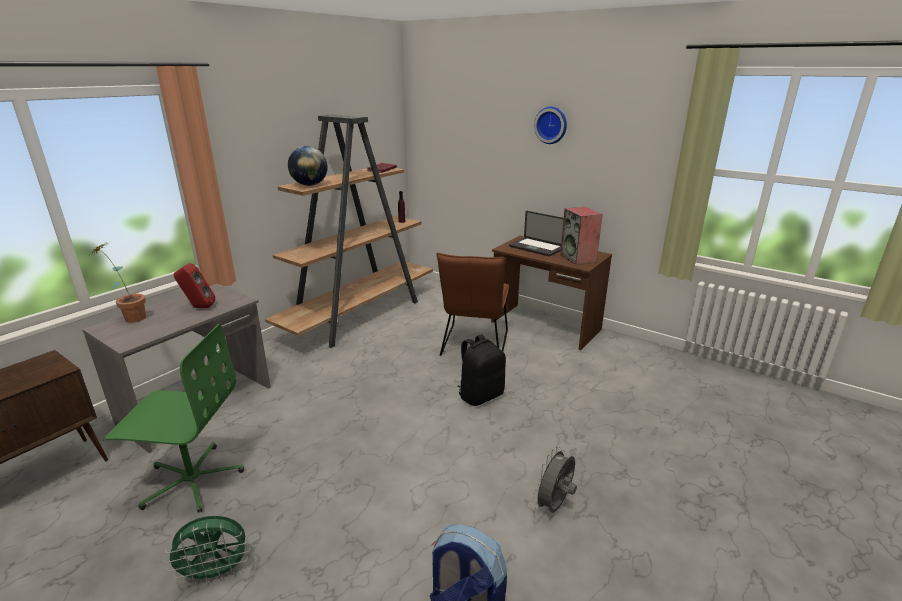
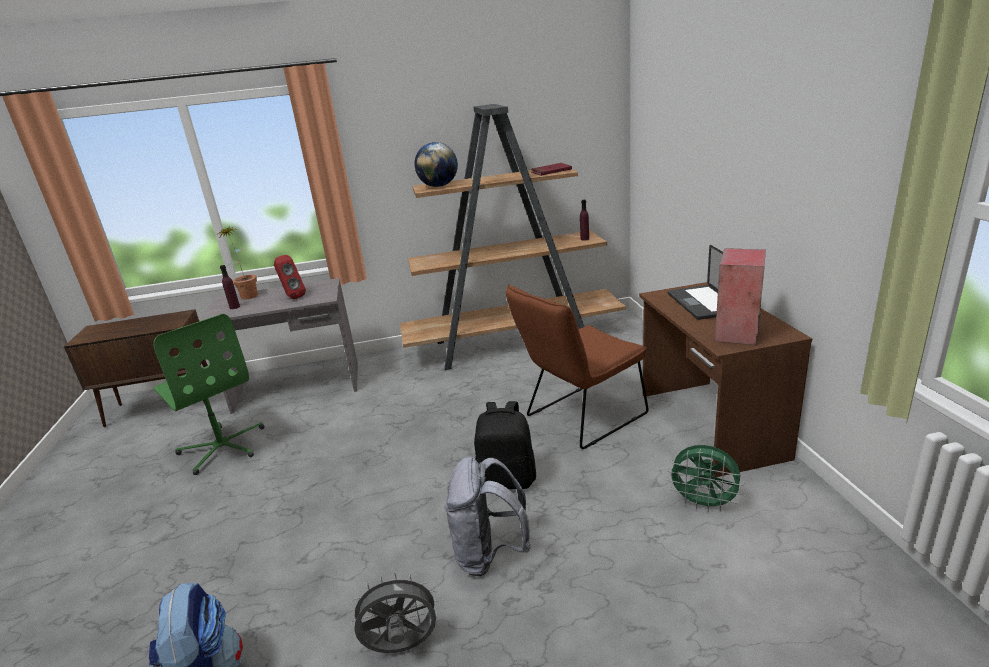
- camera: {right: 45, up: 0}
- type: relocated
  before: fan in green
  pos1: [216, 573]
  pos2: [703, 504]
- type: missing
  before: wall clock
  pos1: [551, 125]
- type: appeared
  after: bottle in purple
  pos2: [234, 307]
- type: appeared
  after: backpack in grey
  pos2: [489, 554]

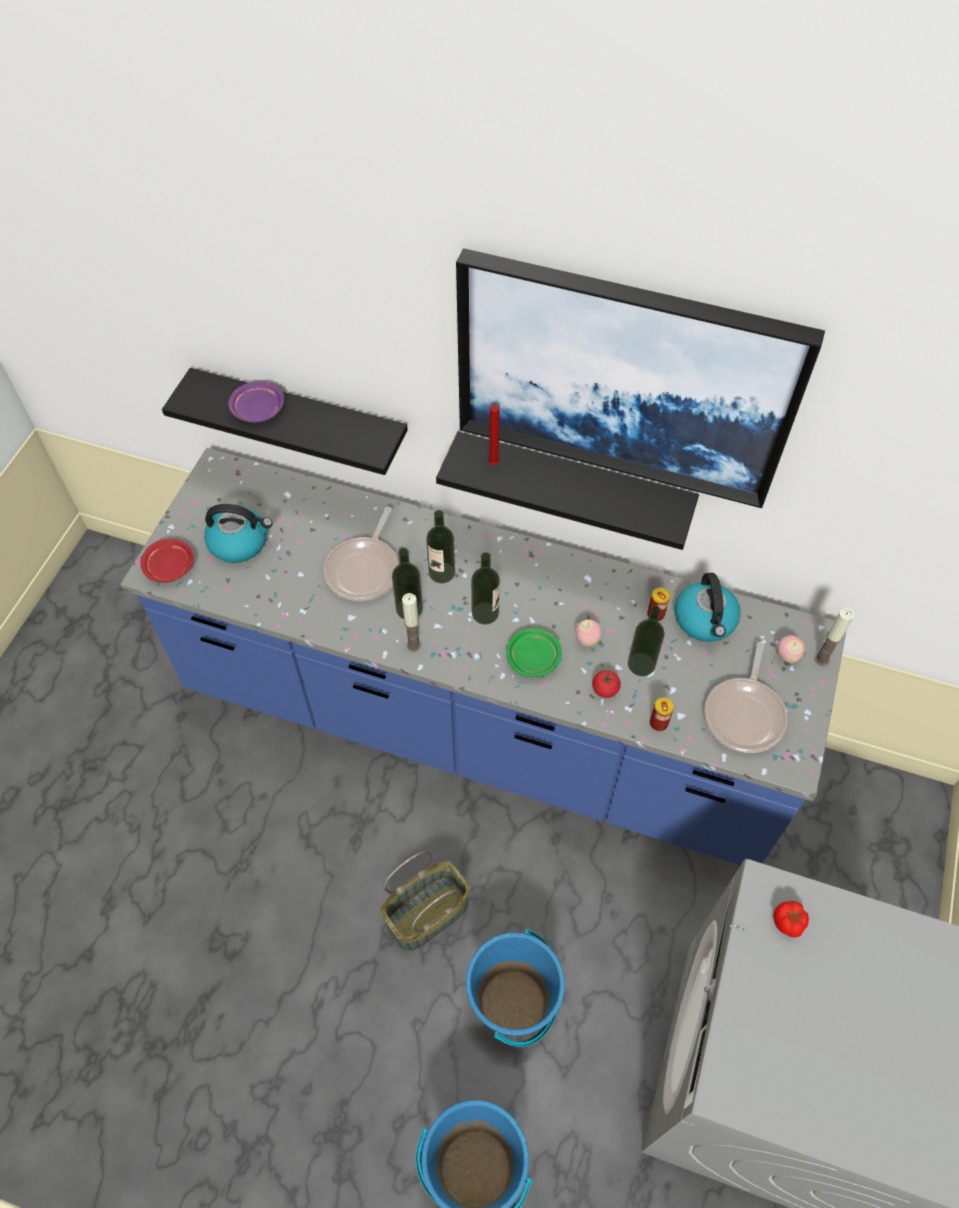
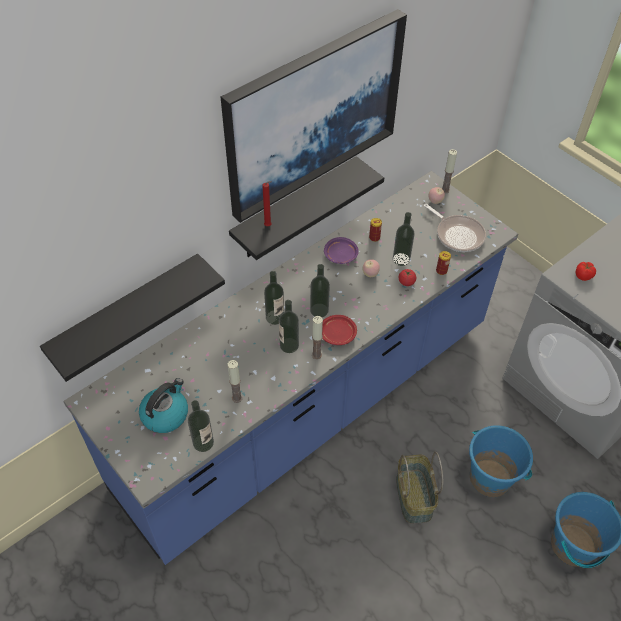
- camera: {right: -60, up: -5}
- type: relocated
  before: plate in red
  pos1: [170, 567]
  pos2: [338, 334]
- type: relocated
  before: plate in purple
  pos1: [257, 409]
  pos2: [340, 255]
- type: missing
  before: frying pan
  pos1: [365, 569]
- type: missing
  before: plate in green
  pos1: [533, 657]
- type: missing
  before: kettle
  pos1: [705, 620]
- type: appeared
  after: bottle
  pos2: [203, 442]
- type: appeared
  after: candle
  pos2: [237, 398]

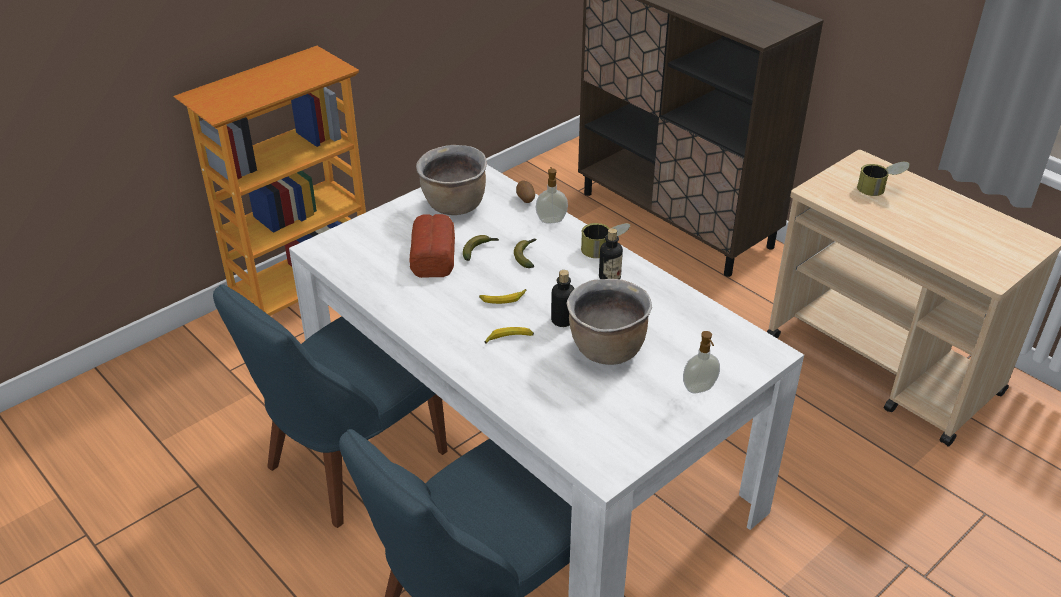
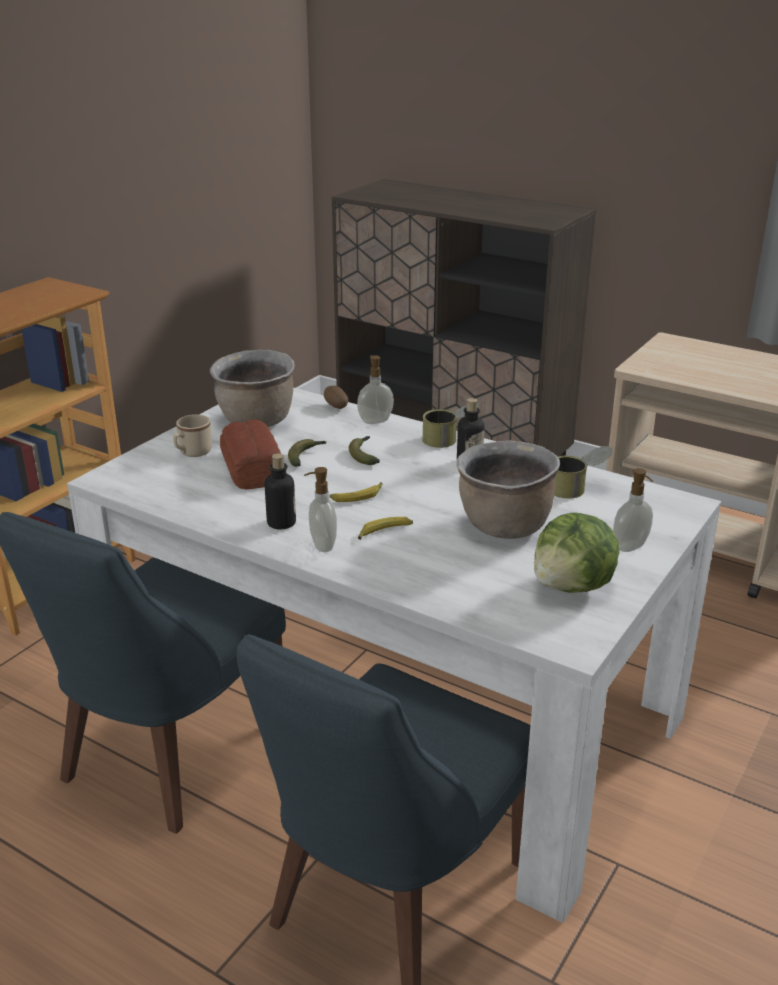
- camera: {right: -15, up: -10}
- type: relocated
  before: bottle
  pos1: [562, 320]
  pos2: [281, 523]
- type: relocated
  before: can
  pos1: [879, 189]
  pos2: [577, 489]
- type: appeared
  after: mug in beige
  pos2: [192, 453]
- type: appeared
  after: soap dispenser
  pos2: [322, 545]
- type: appeared
  after: lettuce
  pos2: [573, 586]

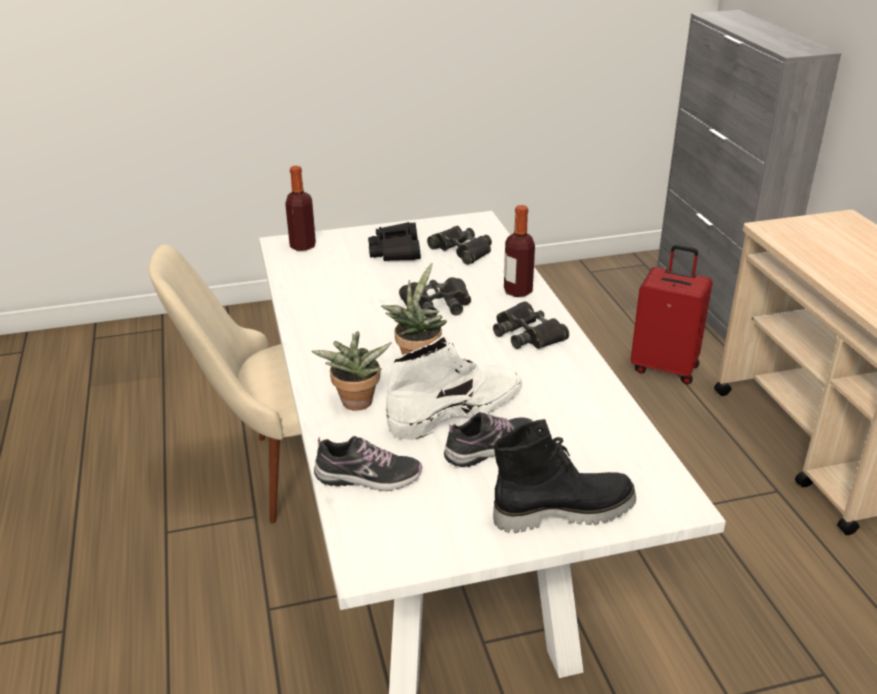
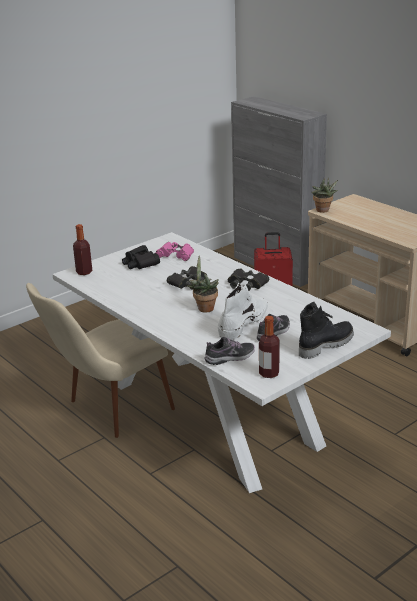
- camera: {right: -25, up: -5}
- type: relocated
  before: potted plant
  pos1: [356, 405]
  pos2: [323, 211]
- type: colour
  before: binoculars in black
  after: binoculars in pink
  pos1: [462, 250]
  pos2: [176, 255]
- type: relocated
  before: bottle
  pos1: [518, 291]
  pos2: [269, 373]

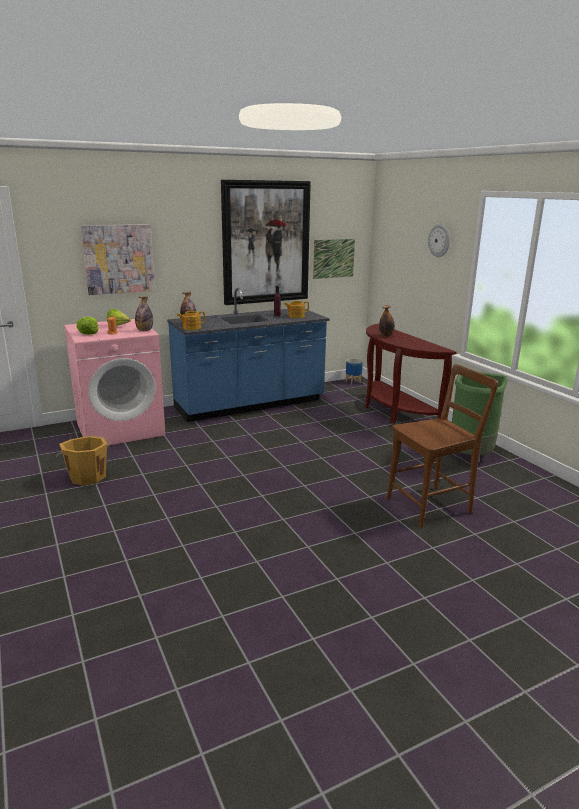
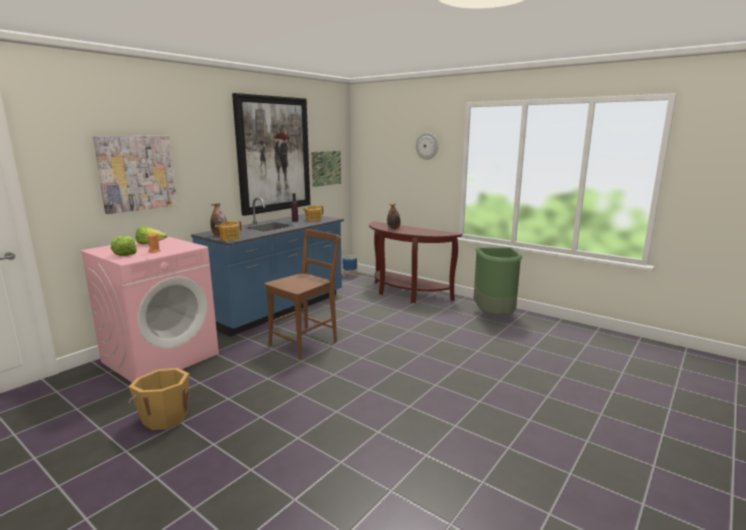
- camera: {right: -25, up: -5}
- type: missing
  before: bottle
  pos1: [144, 330]
- type: relocated
  before: chair in brown
  pos1: [432, 504]
  pos2: [306, 342]

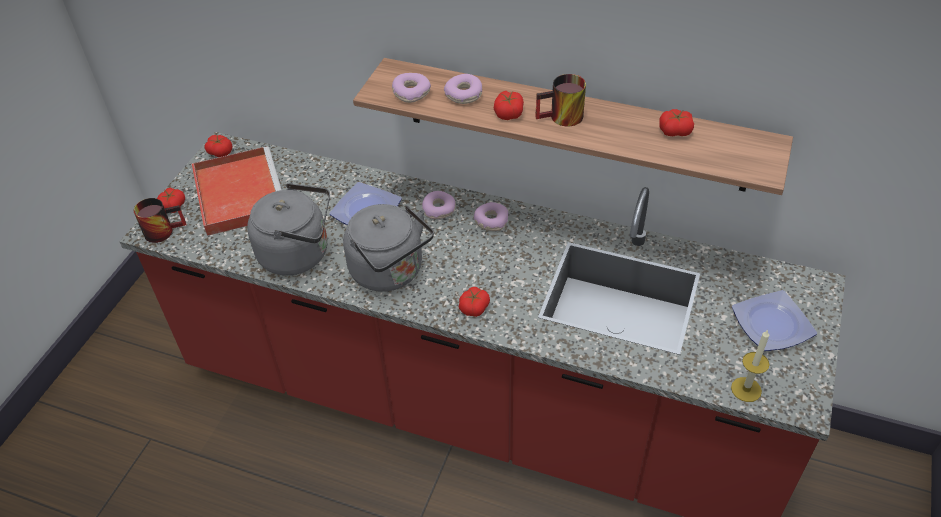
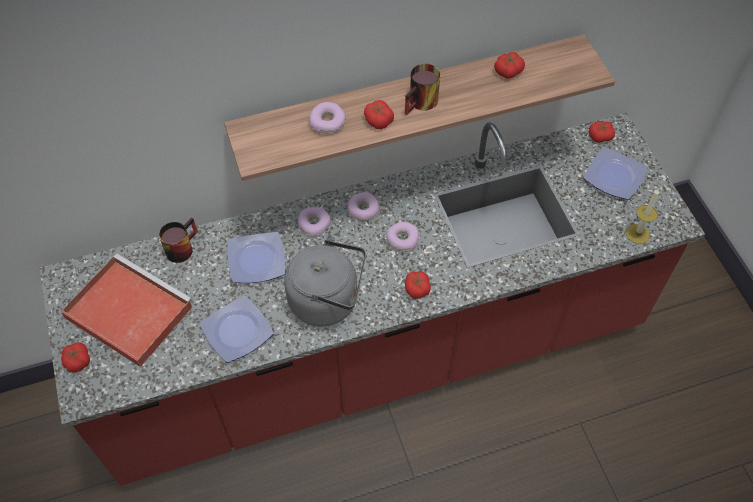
- camera: {right: -40, up: 10}
- type: relocated
  before: mug
  pos1: [163, 229]
  pos2: [180, 246]
- type: relocated
  before: tomato
  pos1: [220, 152]
  pos2: [600, 136]
- type: exchanged
  before: kettle in grey
  after: plate
  pos1: [299, 253]
  pos2: [239, 331]
- type: relocated
  before: donut
  pos1: [411, 92]
  pos2: [402, 239]

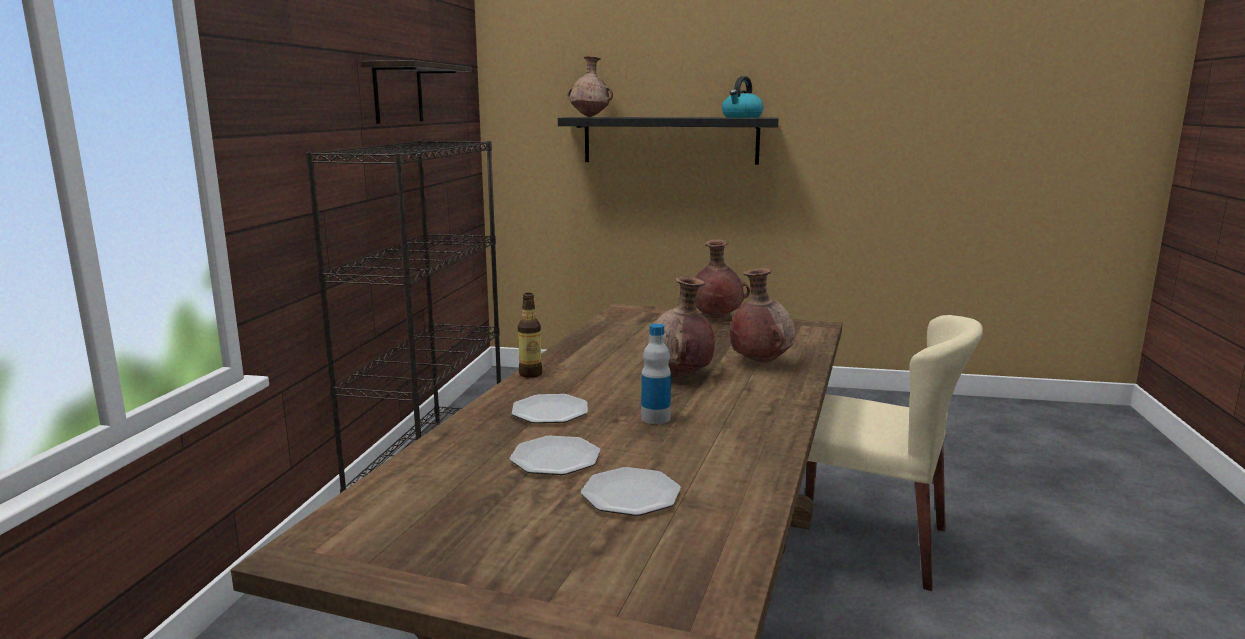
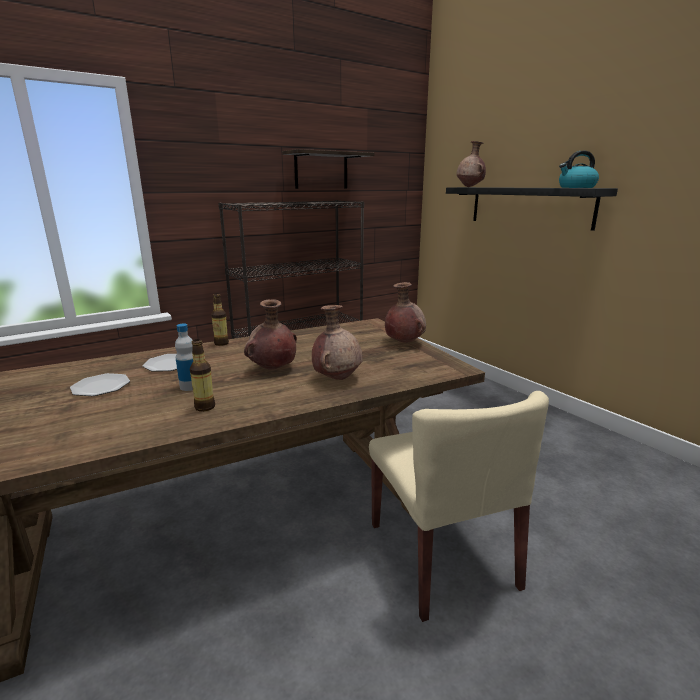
- camera: {right: 45, up: 5}
- type: missing
  before: plate
  pos1: [630, 495]
- type: appeared
  after: bottle
  pos2: [205, 407]

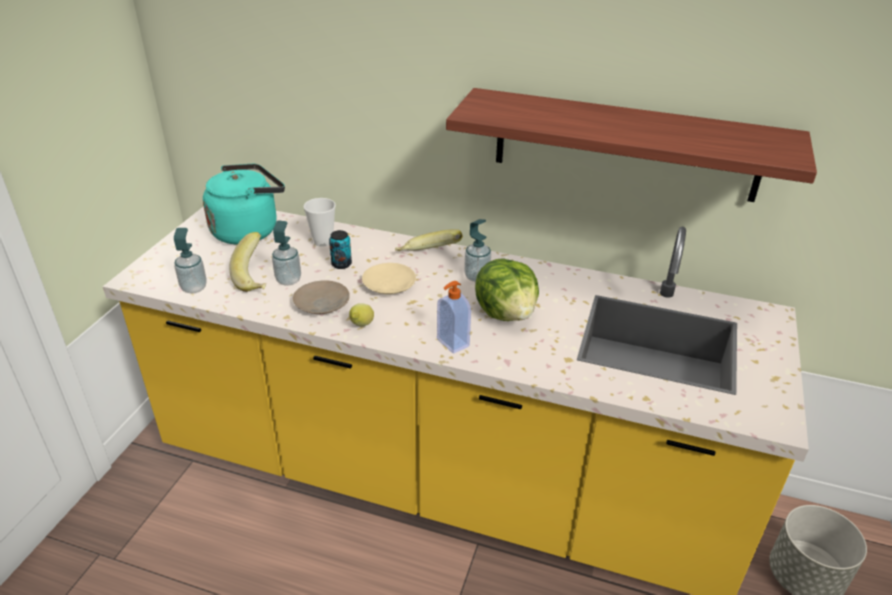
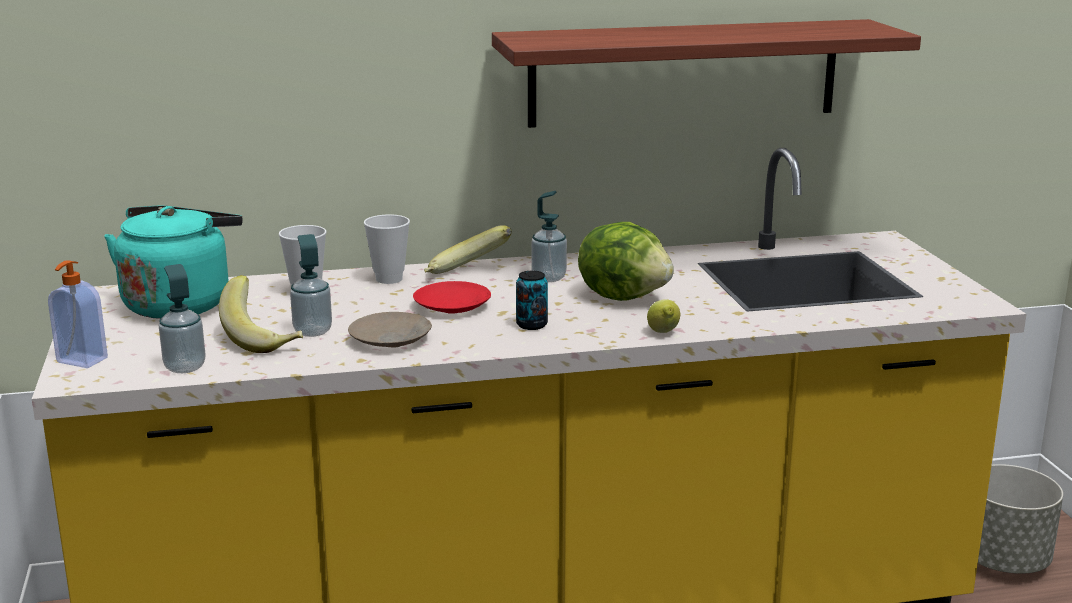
- camera: {right: -30, up: -15}
- type: relocated
  before: can
  pos1: [341, 264]
  pos2: [531, 325]
- type: relocated
  before: lemon
  pos1: [361, 326]
  pos2: [663, 333]
- type: colour
  before: plate in beige
  after: plate in red
  pos1: [389, 285]
  pos2: [453, 306]
- type: relocated
  before: soap dispenser
  pos1: [452, 343]
  pos2: [81, 361]
- type: appeared
  after: cup
  pos2: [389, 279]

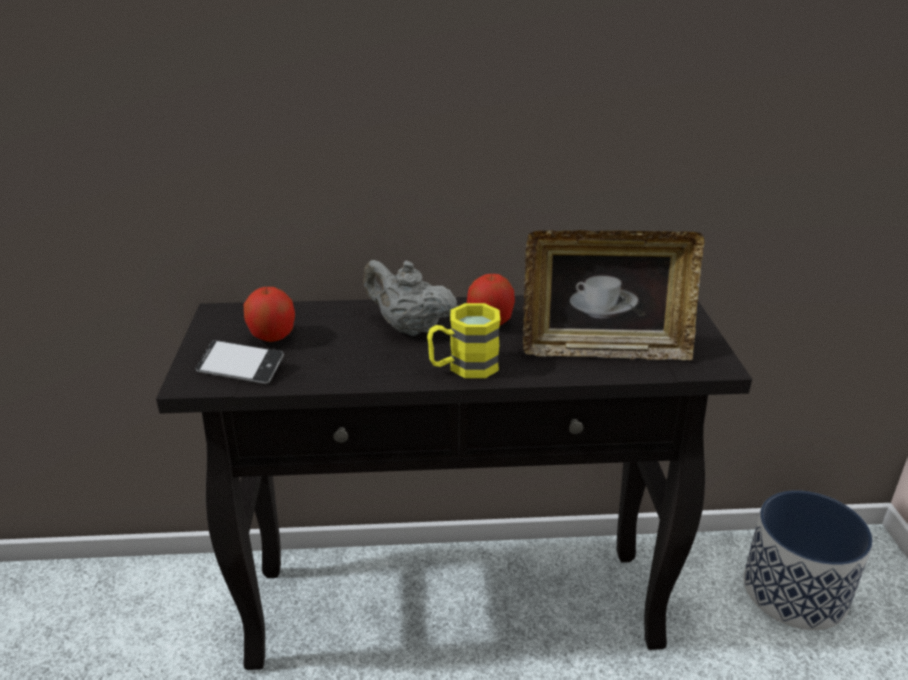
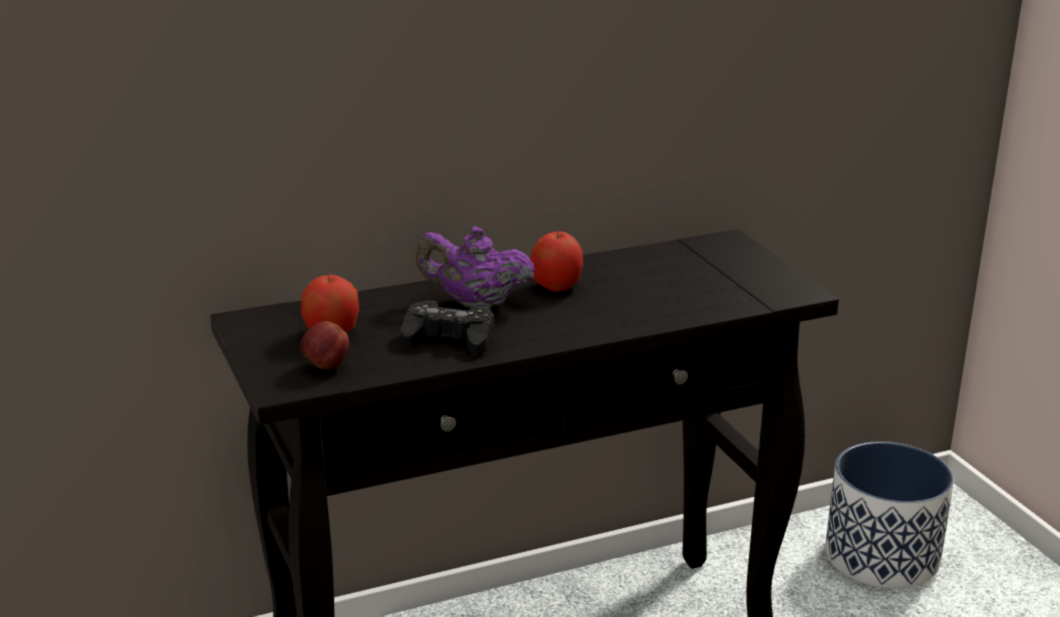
- camera: {right: -20, up: -5}
- type: exchanged
  before: phone
  after: apple
  pos1: [241, 368]
  pos2: [325, 367]
- type: colour
  before: teapot in grey
  after: teapot in purple
  pos1: [409, 328]
  pos2: [475, 304]
- type: missing
  before: mug in yellow
  pos1: [463, 367]
- type: missing
  before: picture frame
  pos1: [604, 350]
- type: appeared
  after: game controller in black
  pos2: [449, 339]

